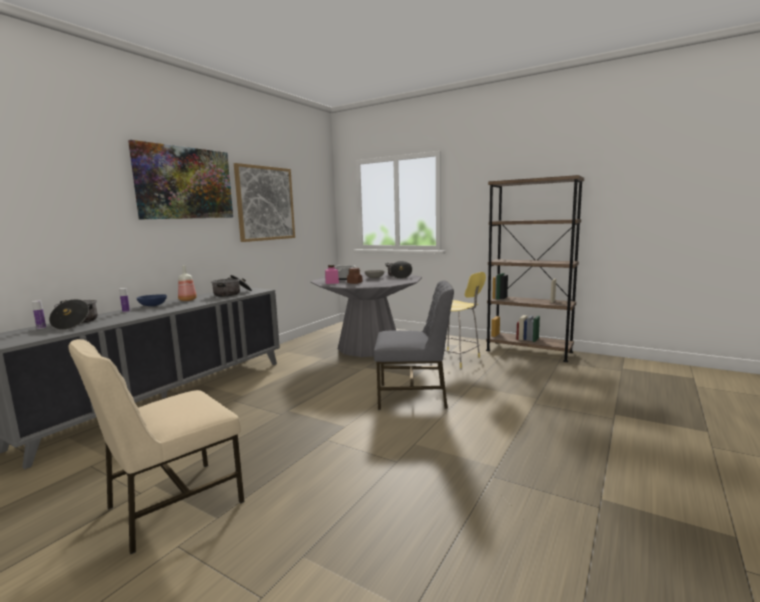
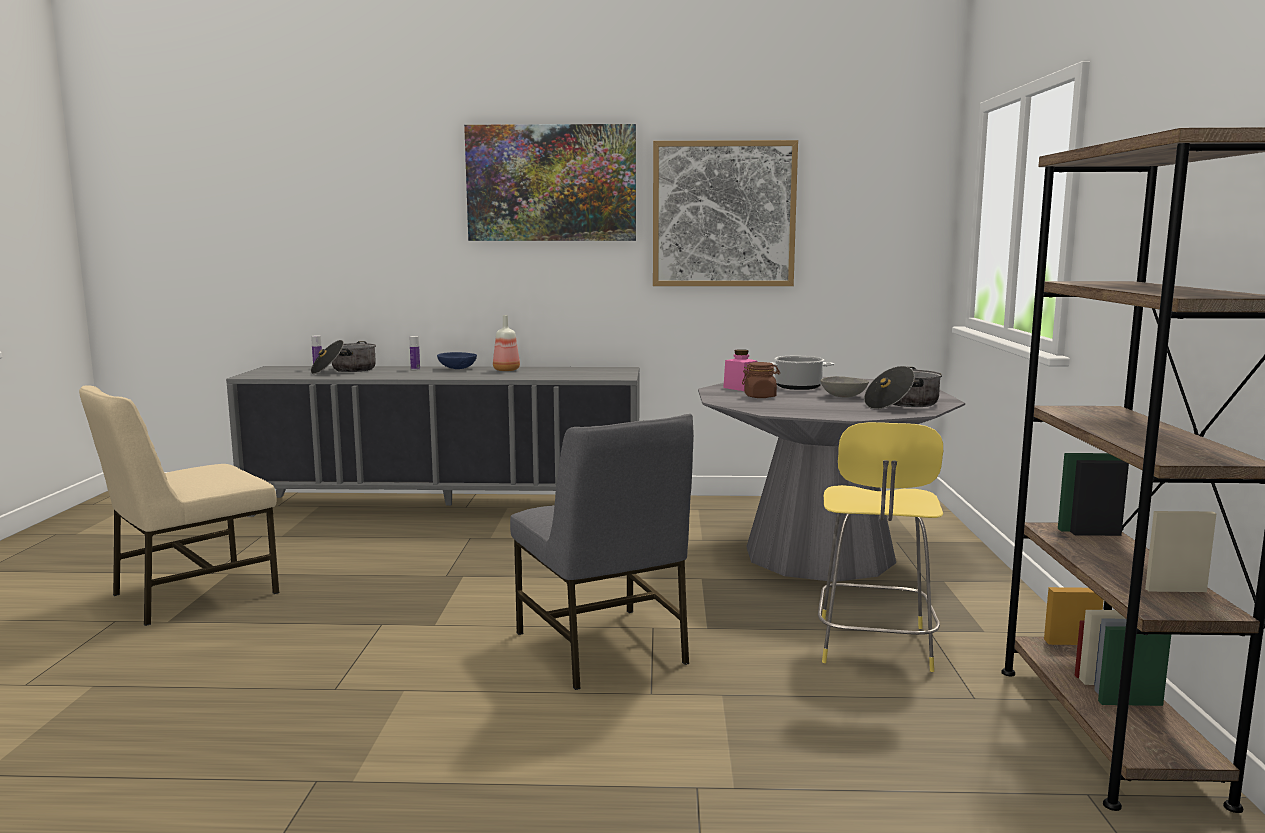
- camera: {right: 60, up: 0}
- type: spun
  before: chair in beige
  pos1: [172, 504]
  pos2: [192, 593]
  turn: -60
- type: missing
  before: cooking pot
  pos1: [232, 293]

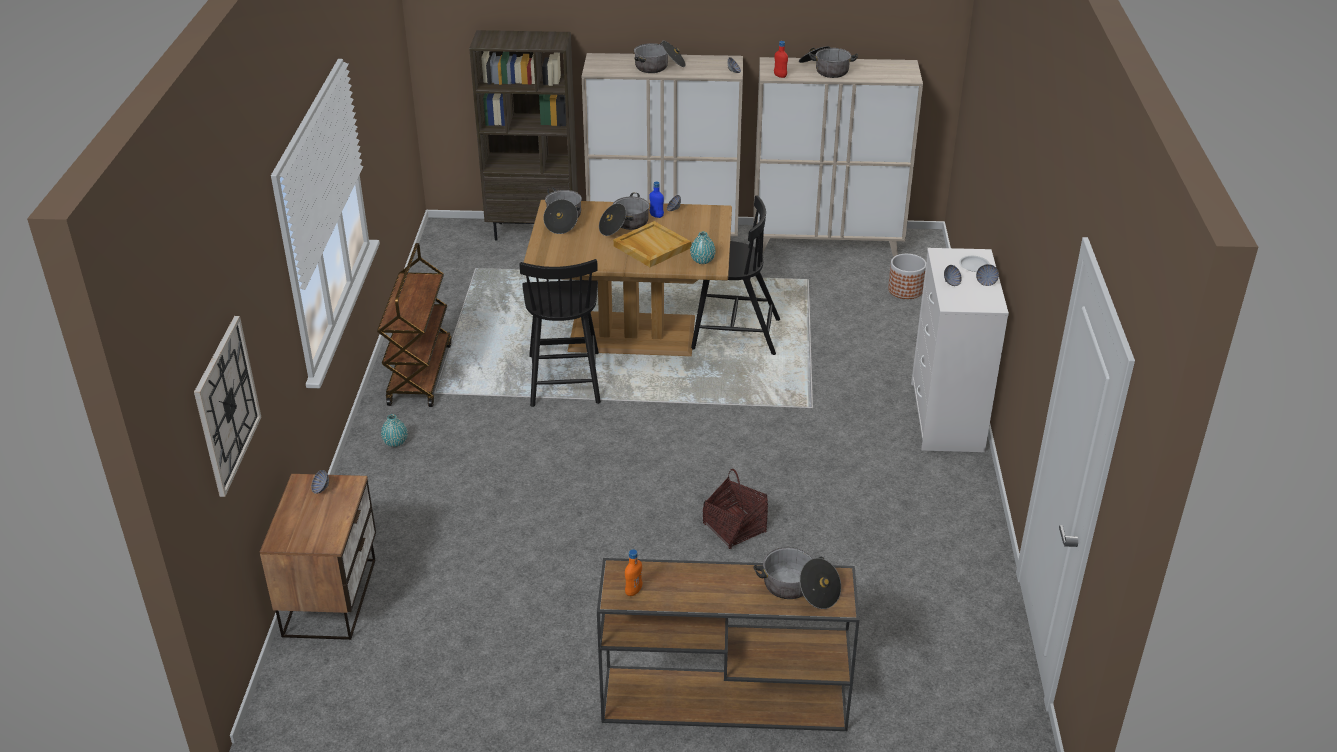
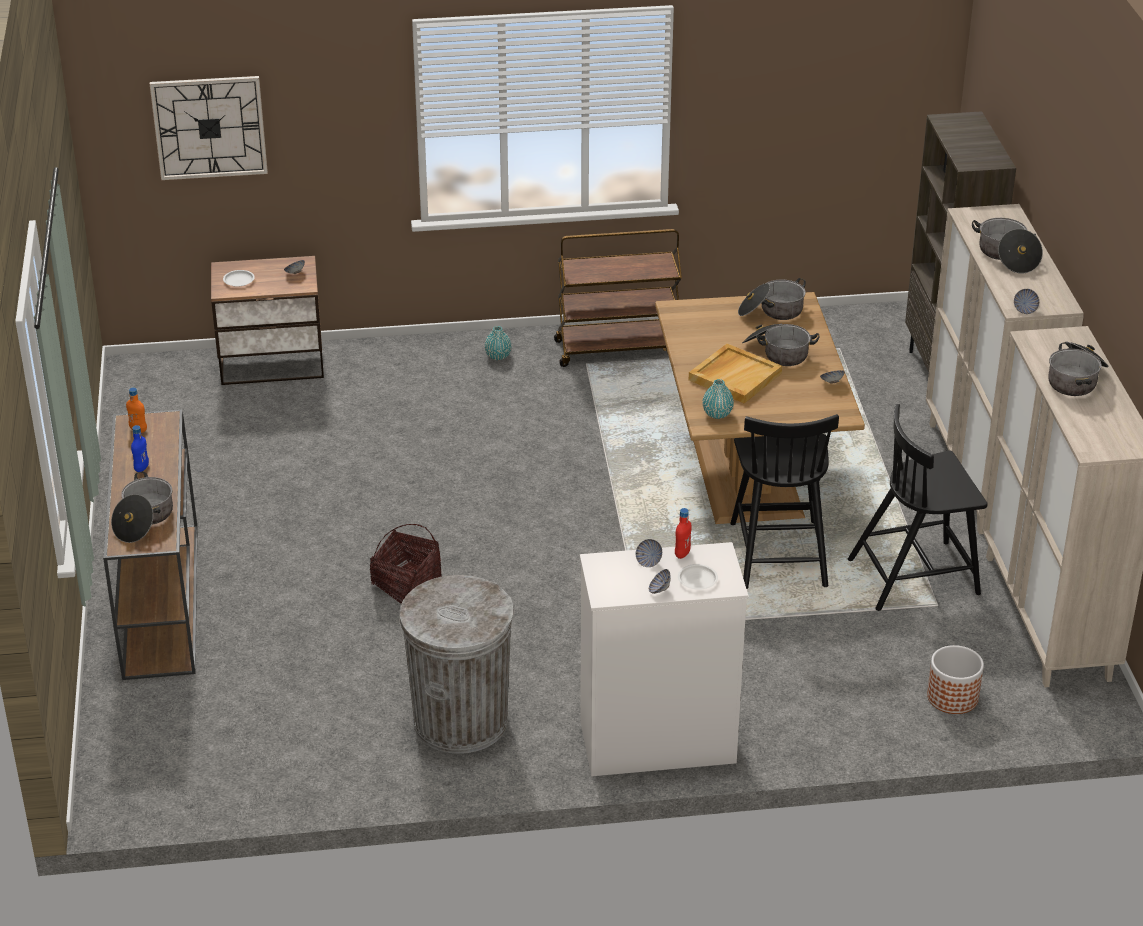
- camera: {right: 80, up: 0}
- type: relocated
  before: chair in black
  pos1: [564, 377]
  pos2: [915, 576]
- type: relocated
  before: bottle in blue
  pos1: [656, 216]
  pos2: [141, 468]
- type: relocated
  before: bottle in red
  pos1: [780, 76]
  pos2: [682, 554]
- type: appeared
  after: plate in white
  pos2: [239, 280]
- type: appeared
  after: trash can in grey
  pos2: [460, 721]

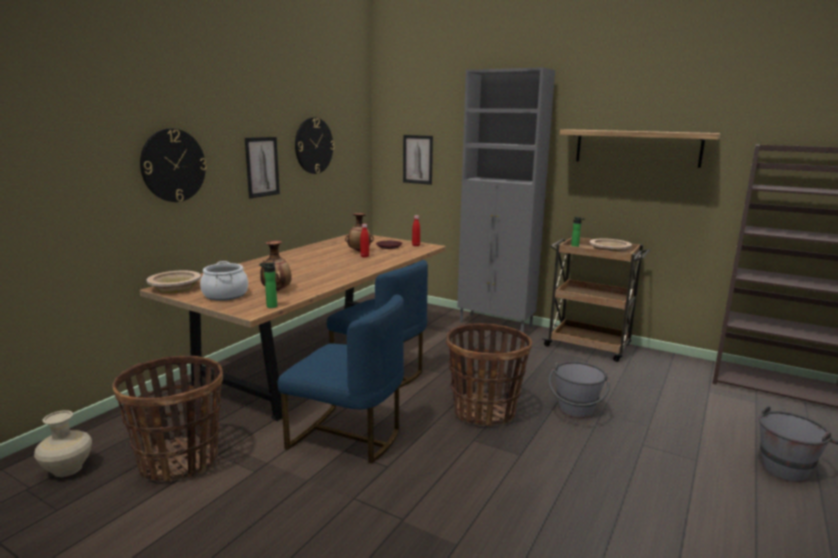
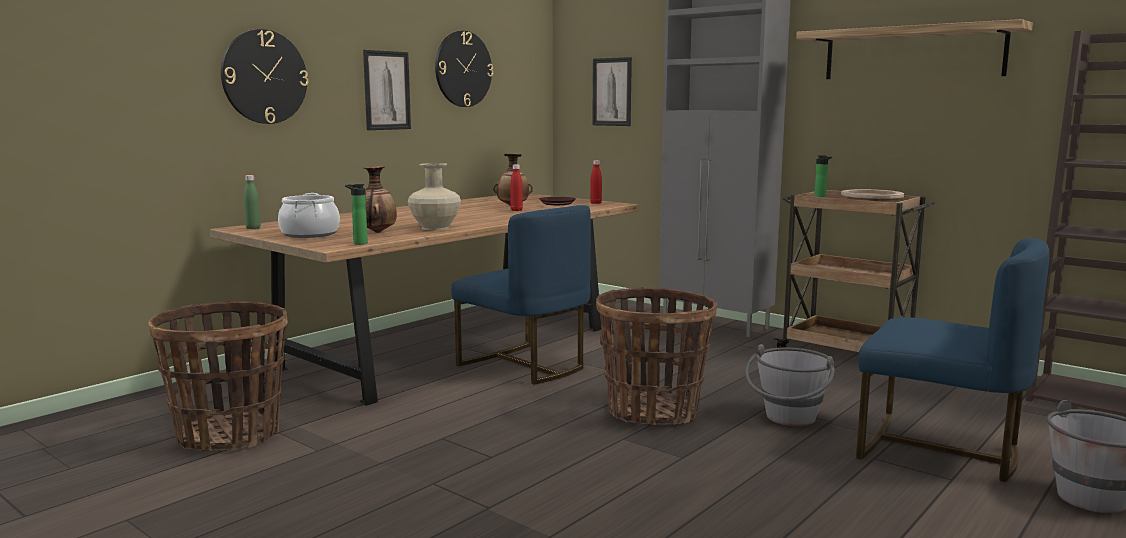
- camera: {right: 10, up: -5}
- type: relocated
  before: vase in beige
  pos1: [67, 469]
  pos2: [434, 228]
- type: exchanged
  before: bowl in beige
  after: bottle in green
  pos1: [175, 288]
  pos2: [253, 228]
- type: relocated
  before: chair in blue
  pos1: [347, 437]
  pos2: [939, 450]

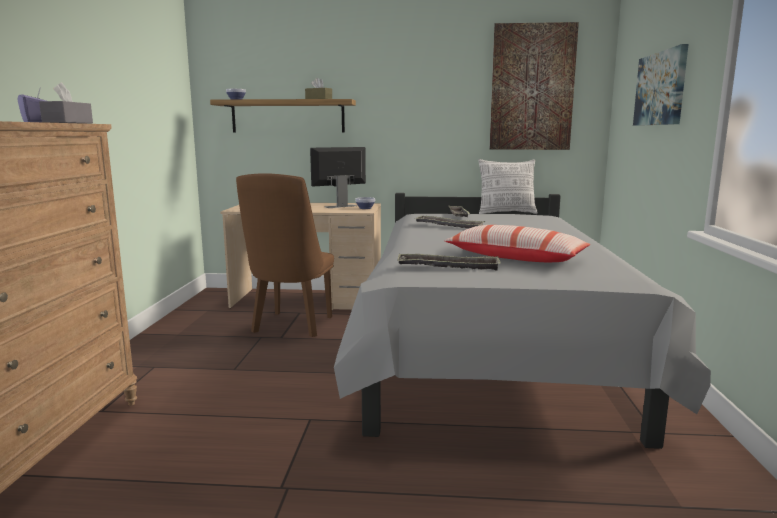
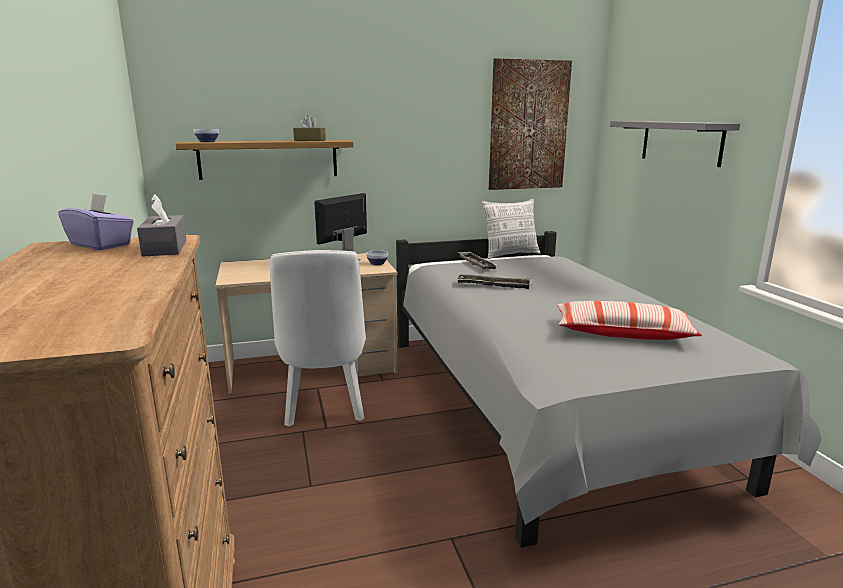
- camera: {right: -20, up: 5}
- type: colour
  before: chair in brown
  after: chair in white
  pos1: [291, 327]
  pos2: [325, 410]
- type: missing
  before: tray
  pos1: [448, 267]
- type: exchanged
  before: picture
  after: shelf in grey
  pos1: [660, 89]
  pos2: [681, 142]

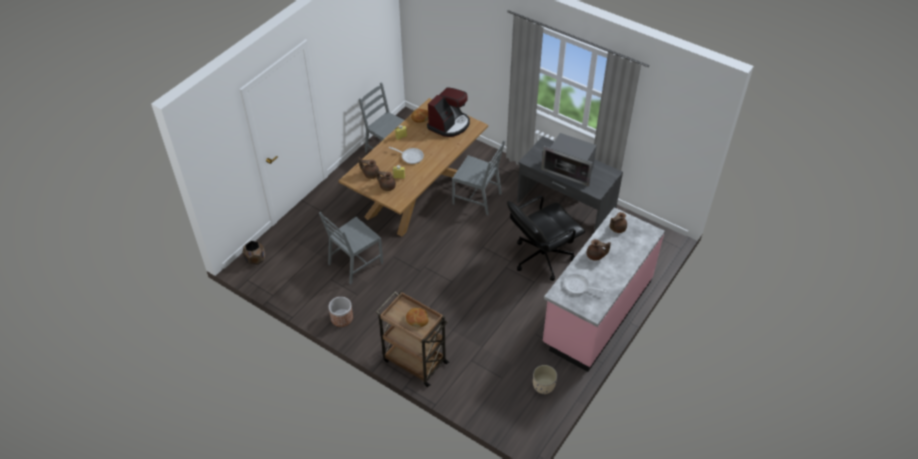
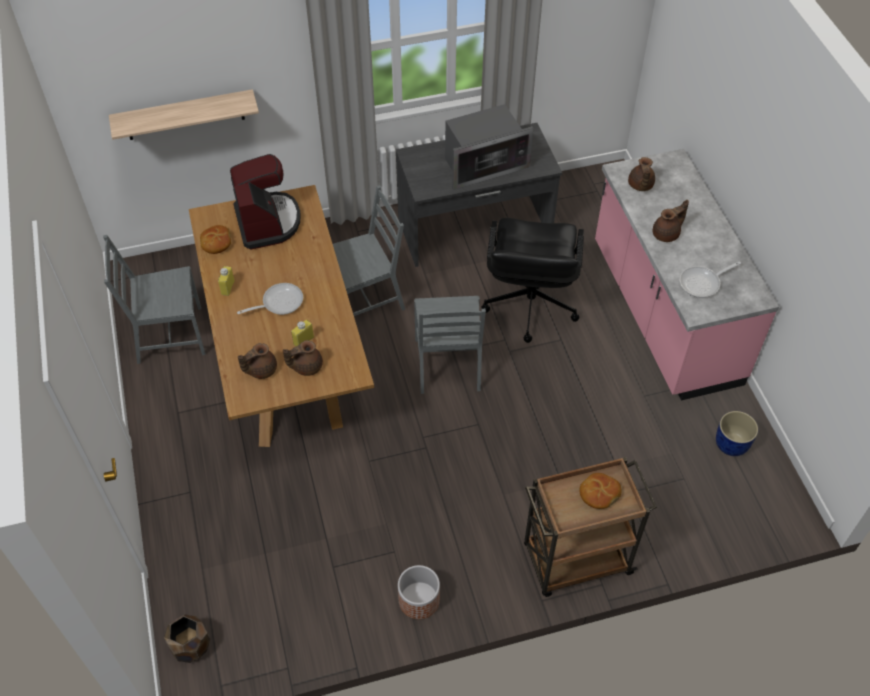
- camera: {right: -50, up: 5}
- type: relocated
  before: chair in grey
  pos1: [355, 263]
  pos2: [448, 365]
- type: colour
  before: planter in beige
  after: planter in blue
  pos1: [543, 386]
  pos2: [732, 444]
- type: appeared
  after: shelf
  pos2: [184, 115]

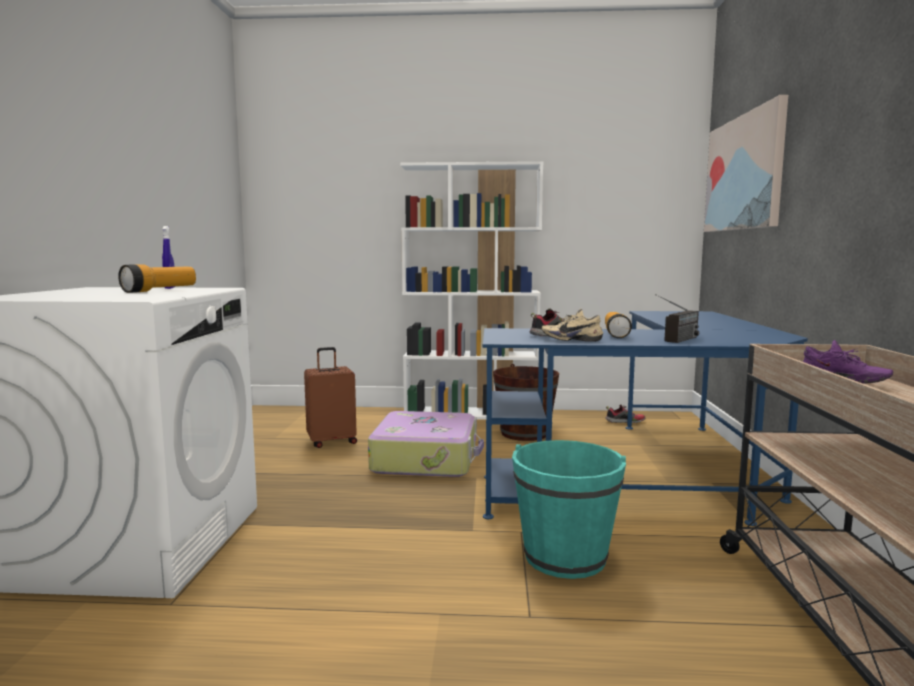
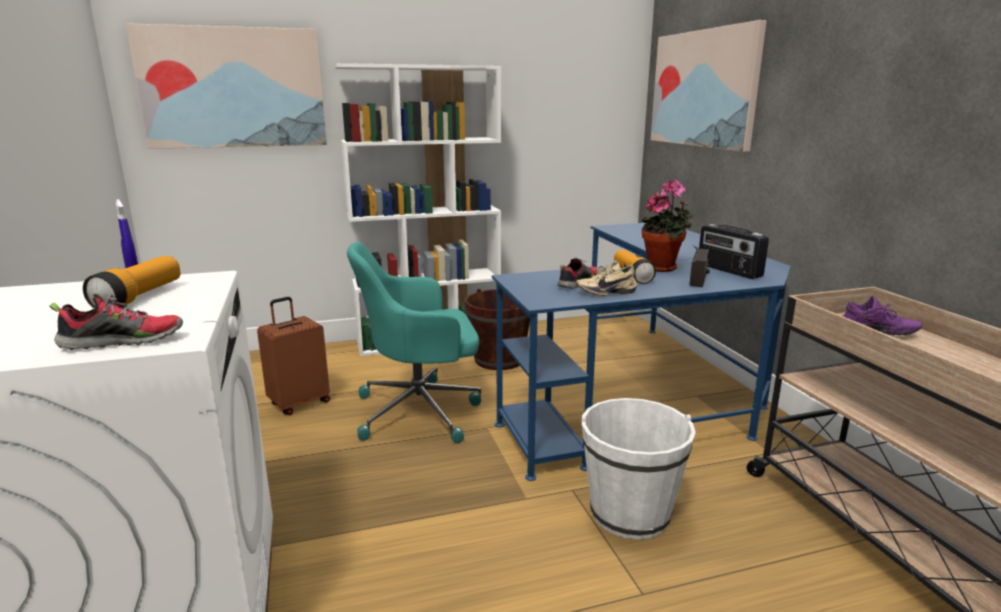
- camera: {right: -20, up: 10}
- type: exchanged
  before: suitcase
  after: office chair in turquoise
  pos1: [426, 459]
  pos2: [421, 411]
- type: colour
  before: bucket in turquoise
  after: bucket in white
  pos1: [565, 557]
  pos2: [630, 513]
- type: relocated
  before: shoe
  pos1: [625, 422]
  pos2: [124, 341]
- type: appeared
  after: picture
  pos2: [233, 88]
- type: appeared
  after: potted plant
  pos2: [663, 268]
- type: appeared
  after: radio
  pos2: [728, 270]

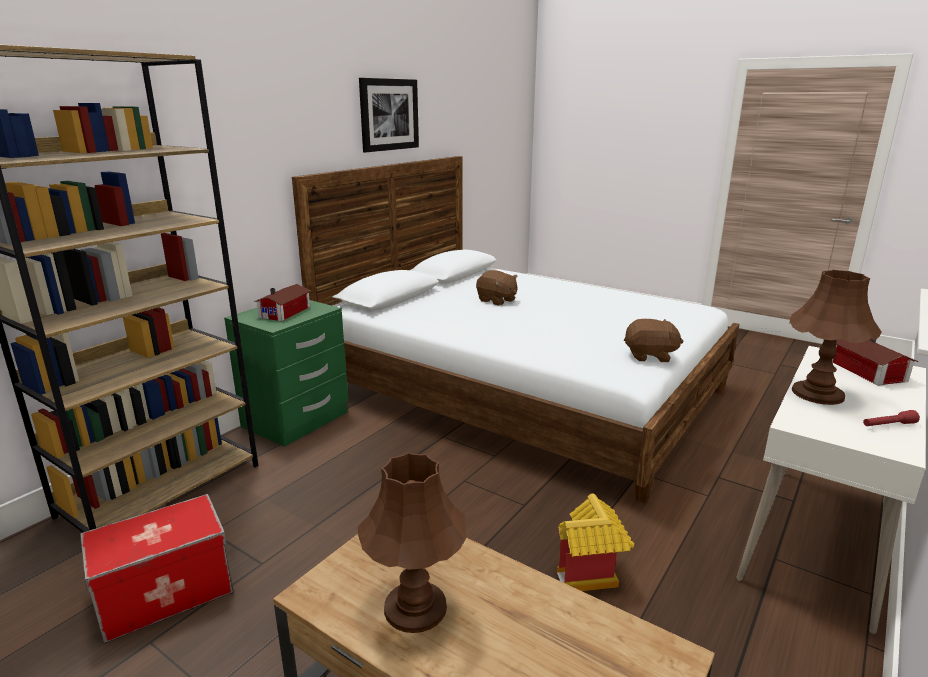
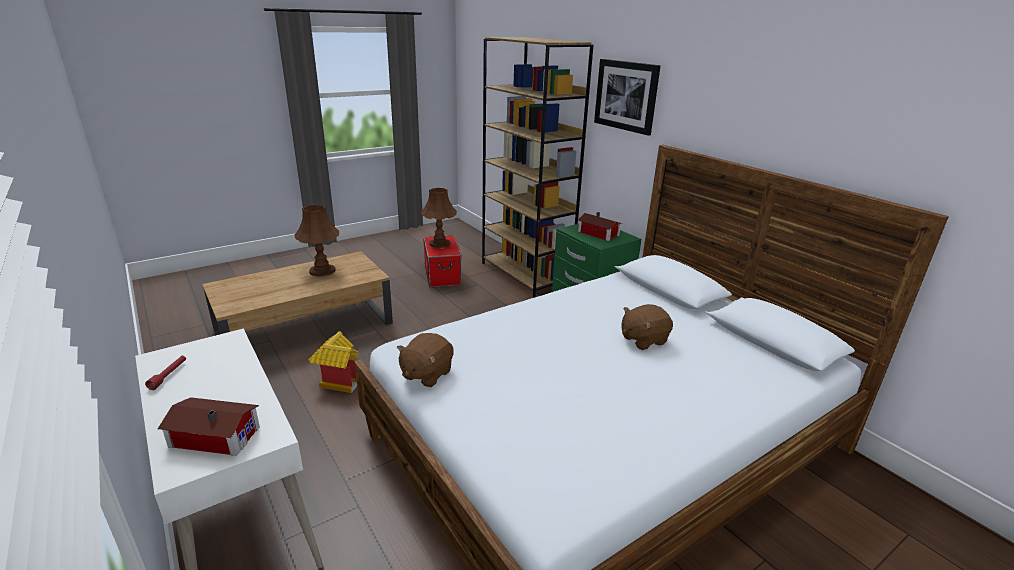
- camera: {right: 110, up: 5}
- type: relocated
  before: picture
  pos1: [389, 114]
  pos2: [626, 96]
- type: relocated
  before: table lamp in brown
  pos1: [817, 393]
  pos2: [440, 243]

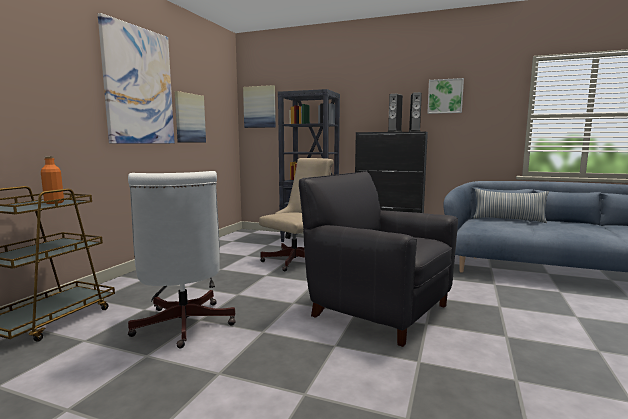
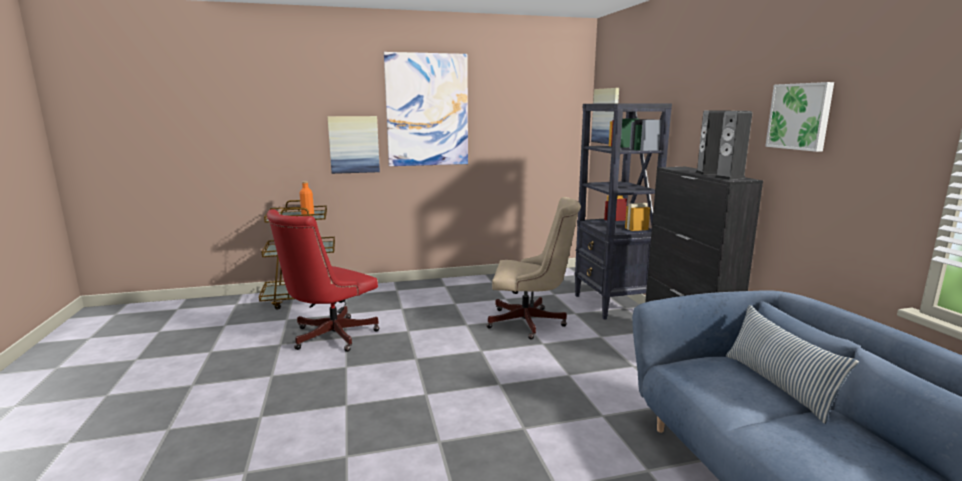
- camera: {right: 55, up: 5}
- type: colour
  before: office chair in white
  after: office chair in red
  pos1: [183, 327]
  pos2: [328, 337]
- type: relocated
  before: picture
  pos1: [189, 118]
  pos2: [354, 144]
- type: missing
  before: armchair in black
  pos1: [378, 309]

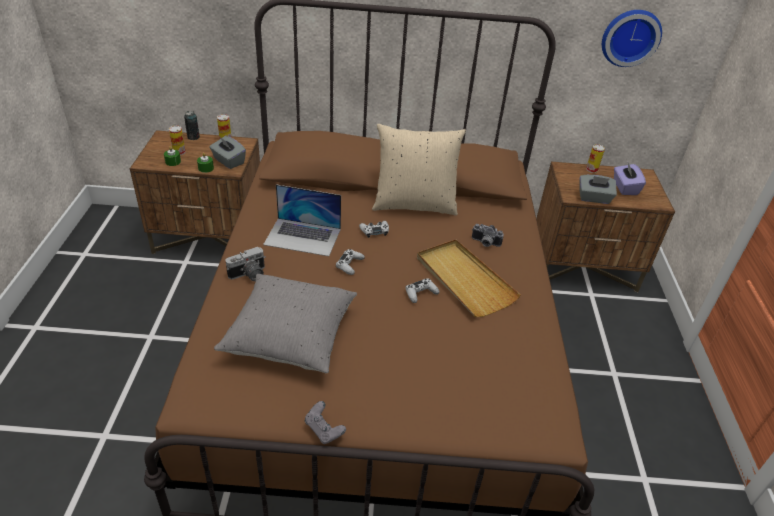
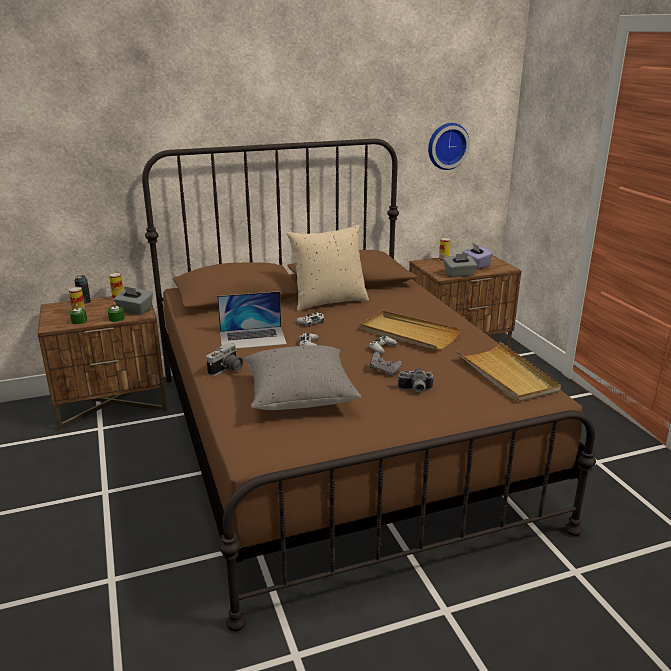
- camera: {right: -20, up: -15}
- type: relocated
  before: game controller in grey
  pos1: [324, 430]
  pos2: [385, 371]
- type: relocated
  before: photo camera
  pos1: [485, 243]
  pos2: [415, 390]
- type: appeared
  after: tray in beige
  pos2: [506, 375]

